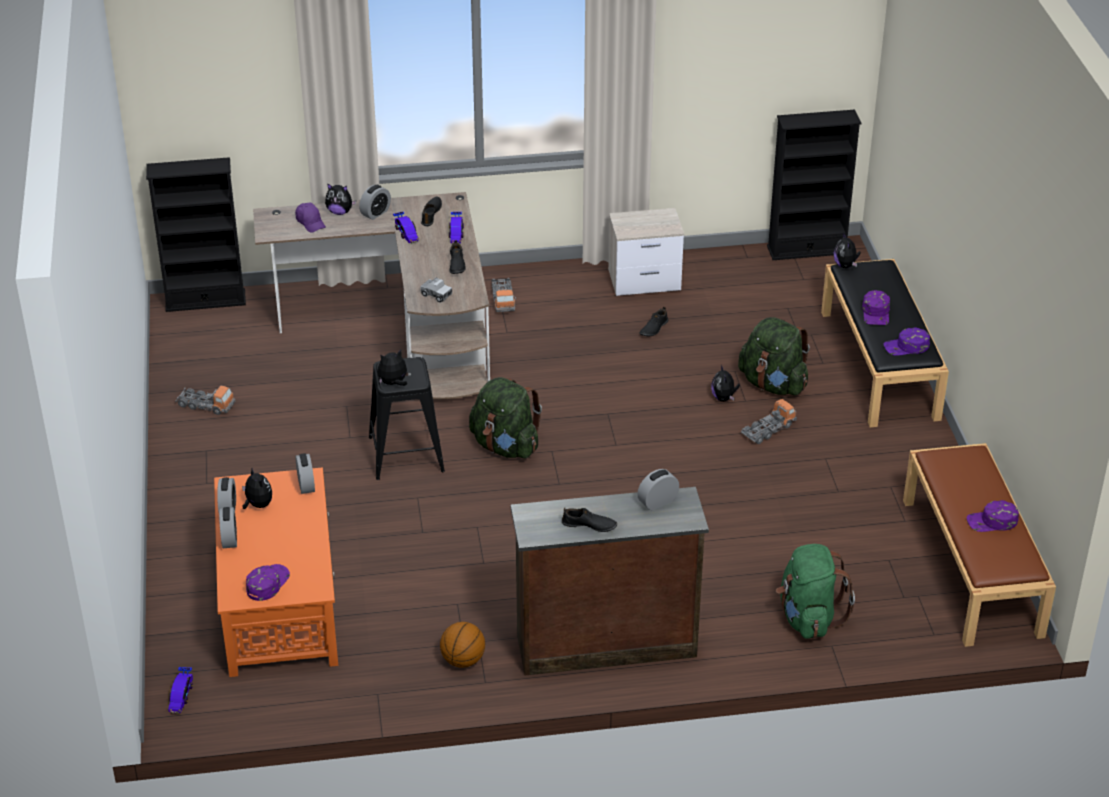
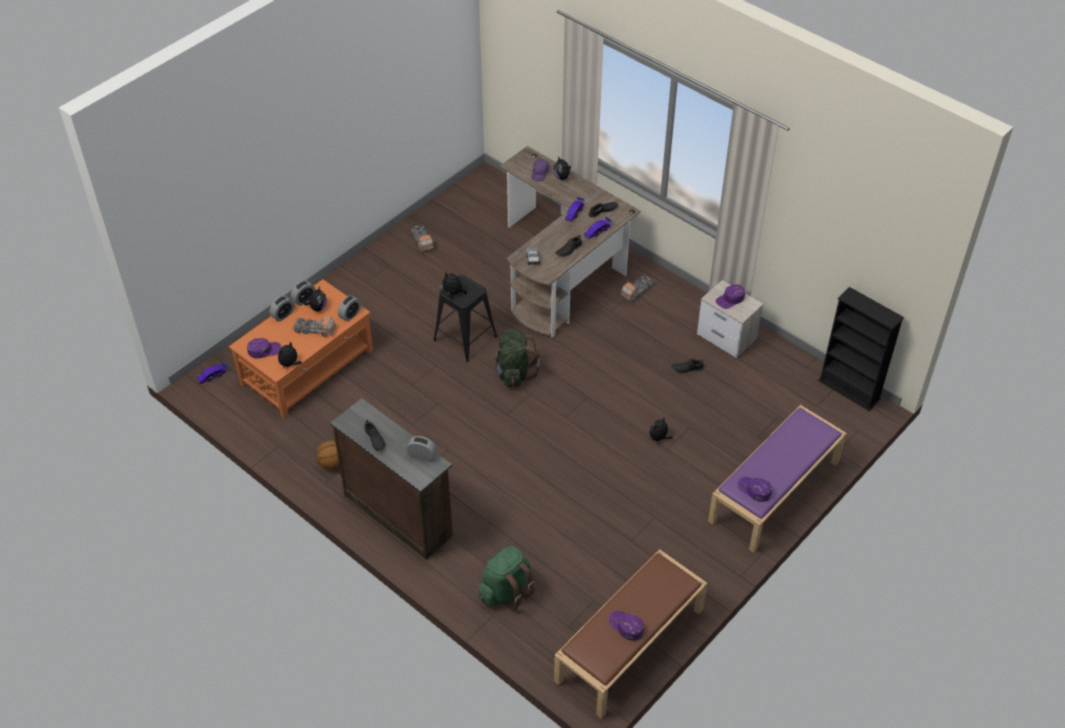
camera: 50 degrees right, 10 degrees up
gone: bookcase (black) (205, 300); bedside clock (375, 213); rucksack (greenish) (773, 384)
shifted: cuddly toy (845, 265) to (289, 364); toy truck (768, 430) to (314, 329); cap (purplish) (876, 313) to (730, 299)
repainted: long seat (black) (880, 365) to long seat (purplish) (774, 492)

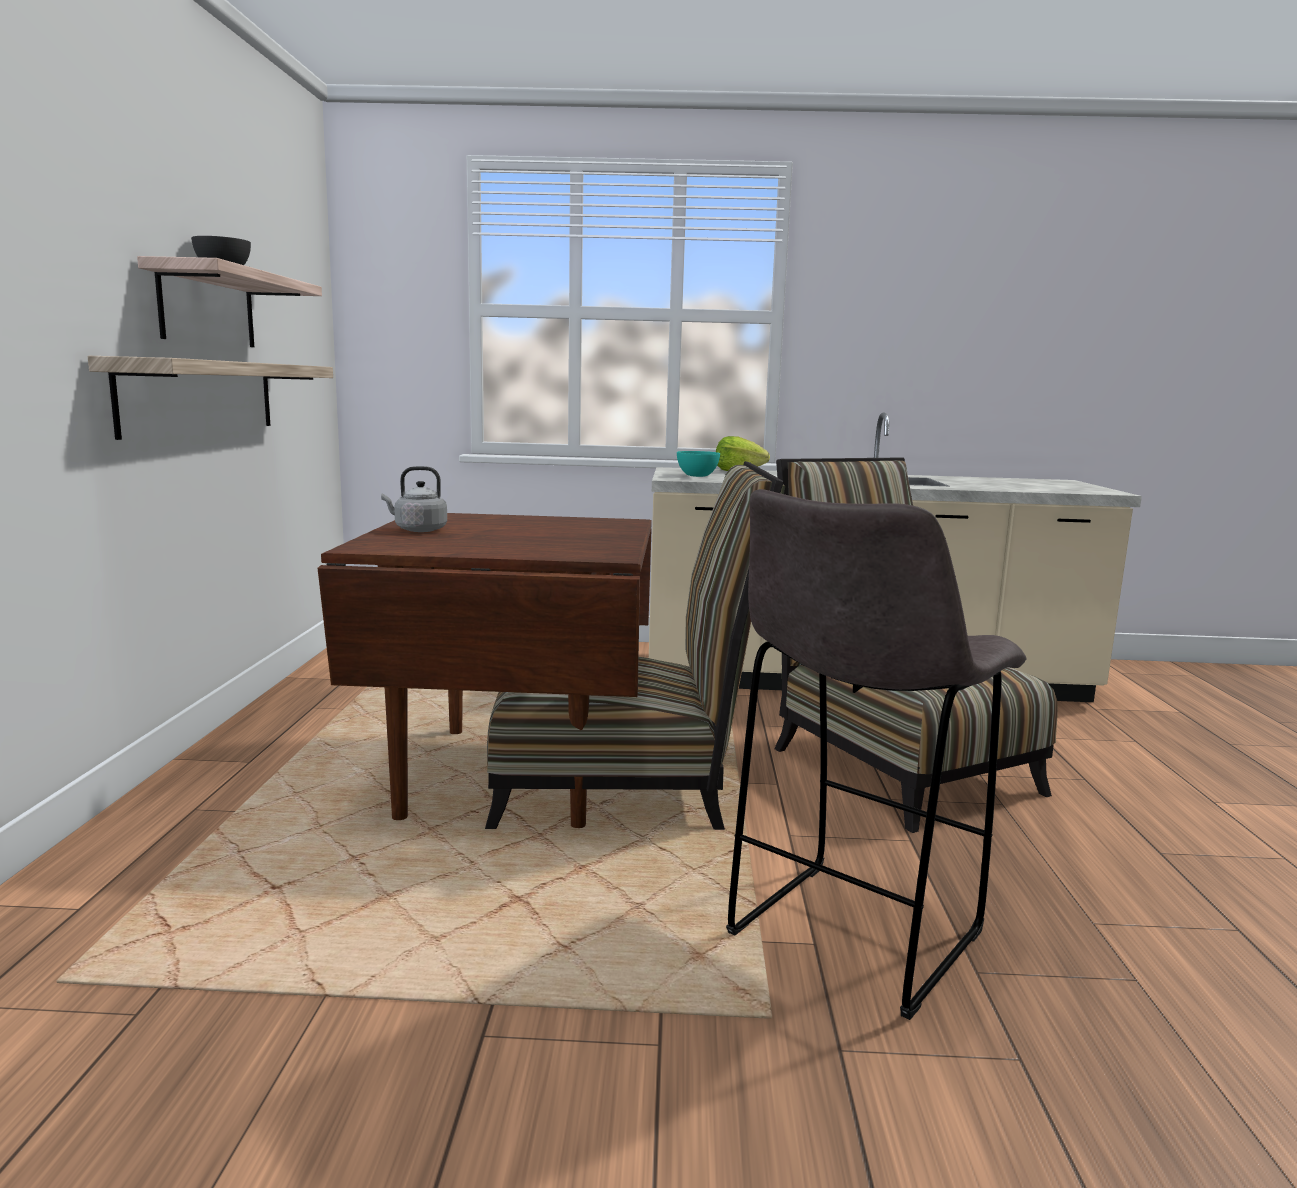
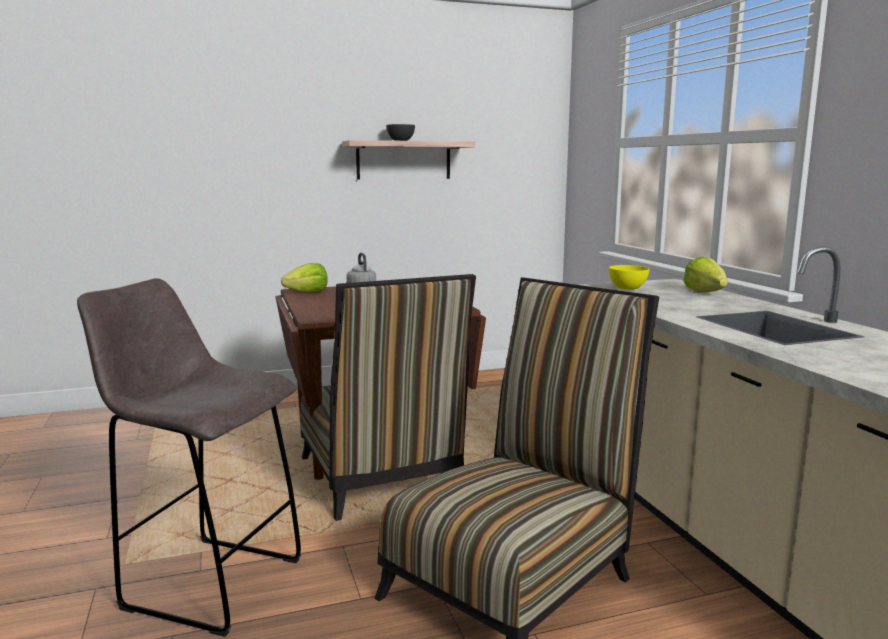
camera: 70 degrees right, 0 degrees up
gone: bracket shelf (201, 396)
new: head of lettuce (308, 293)
repainted: bowl (turquoise-coloured) (697, 476) to bowl (yellow-coloured) (627, 288)

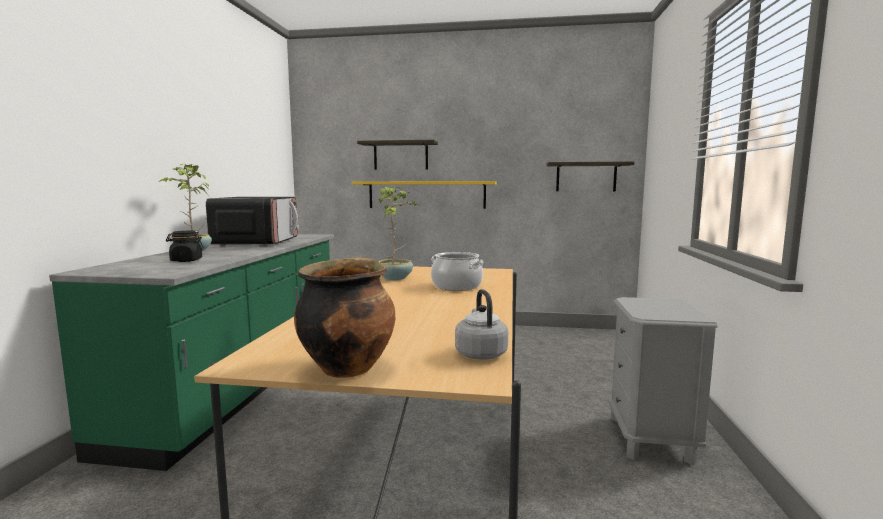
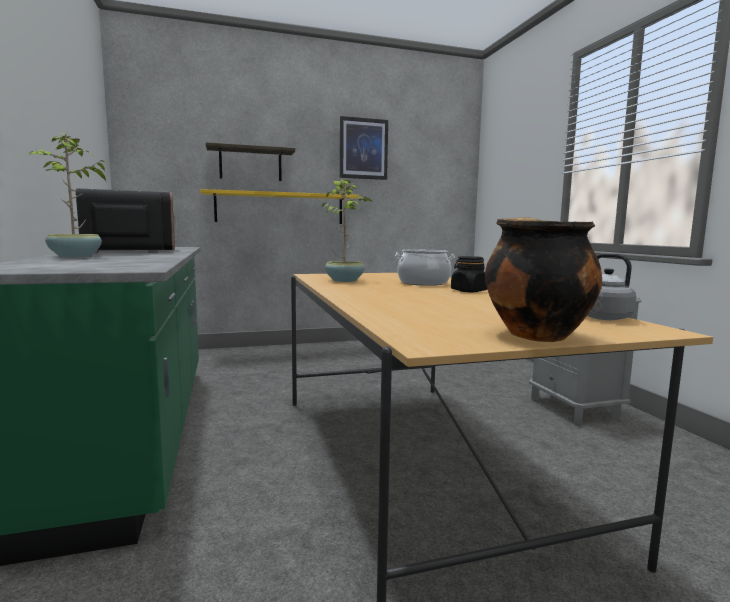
camera: 25 degrees left, 0 degrees up
gone: bracket shelf (586, 177)
new: wall art (363, 149)
shifted: preserve jar (black) (186, 260) to (468, 291)

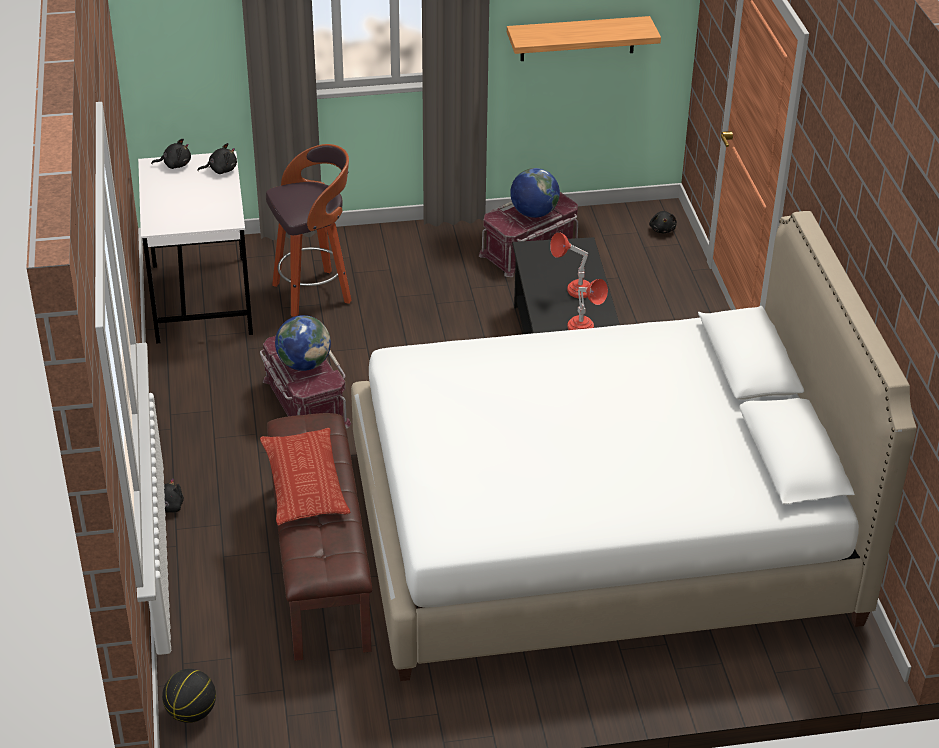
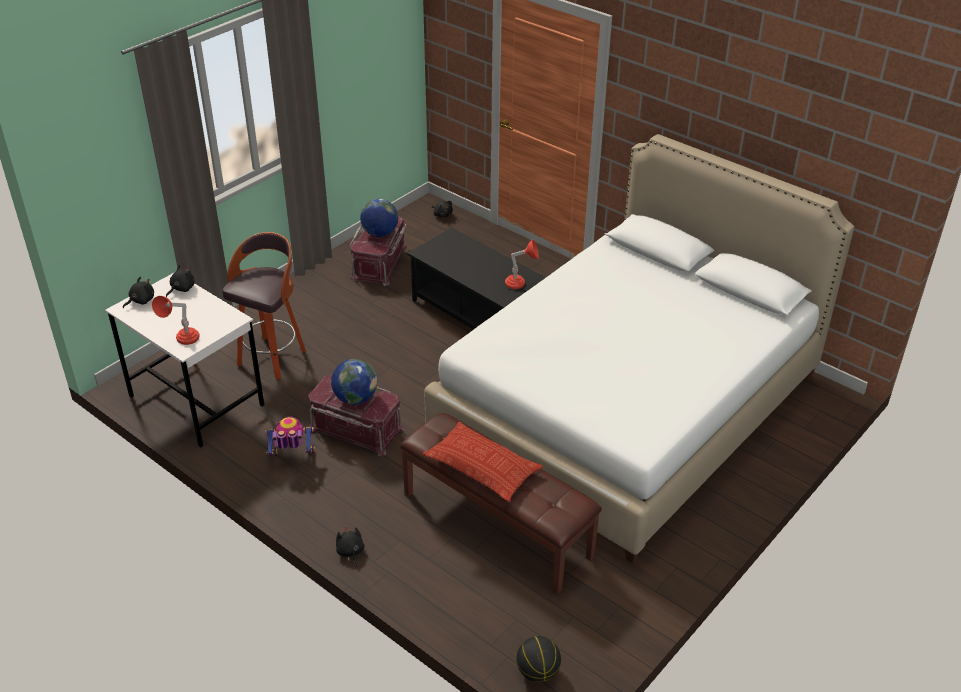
camera: 40 degrees left, 0 degrees up
gone: bracket shelf (577, 38)
new: robot figure (292, 457)
shifted: tabletop lamp (reddish) (572, 292) to (182, 341)

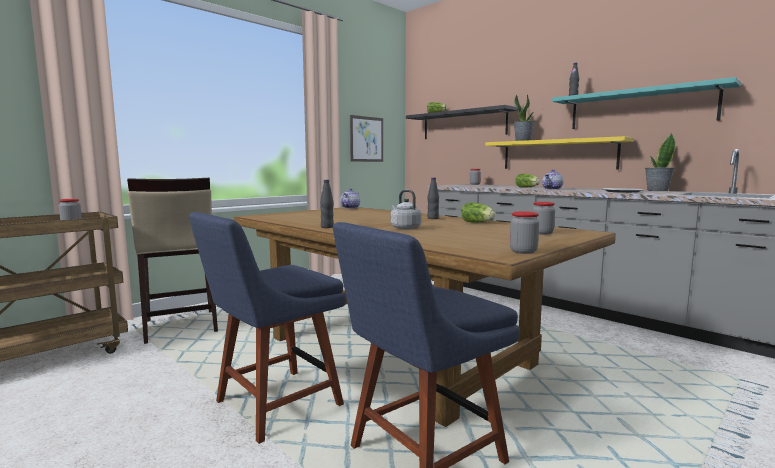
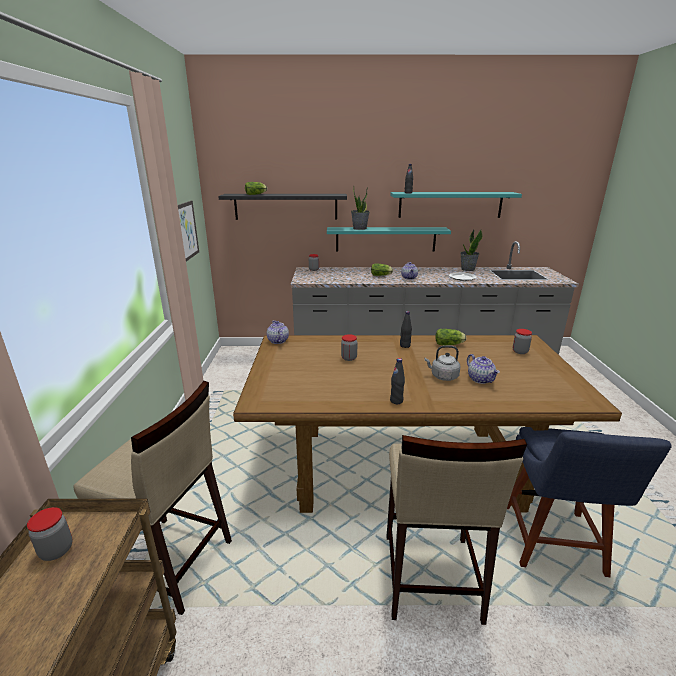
camera: 45 degrees left, 15 degrees up
new: pot for tea (481, 379)
shifted: preserve jar (523, 251) to (349, 358)
swapped: chair (blue) (273, 405) to sitting stool (beige-coloured) (430, 577)
repainted: bracket shelf (yellow-coloured) (557, 154) to bracket shelf (turquoise-coloured) (385, 239)

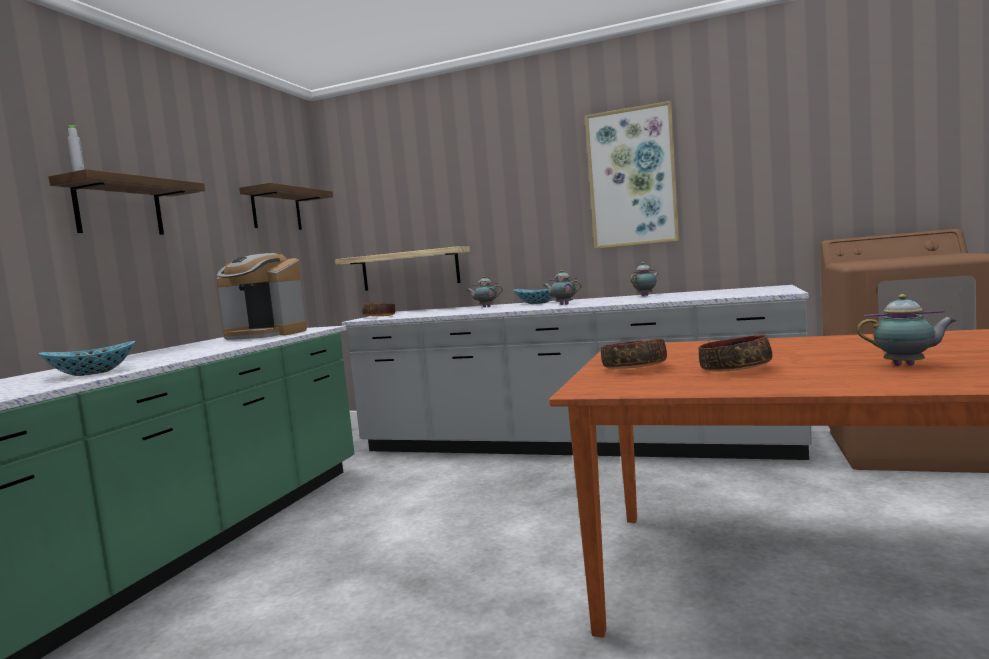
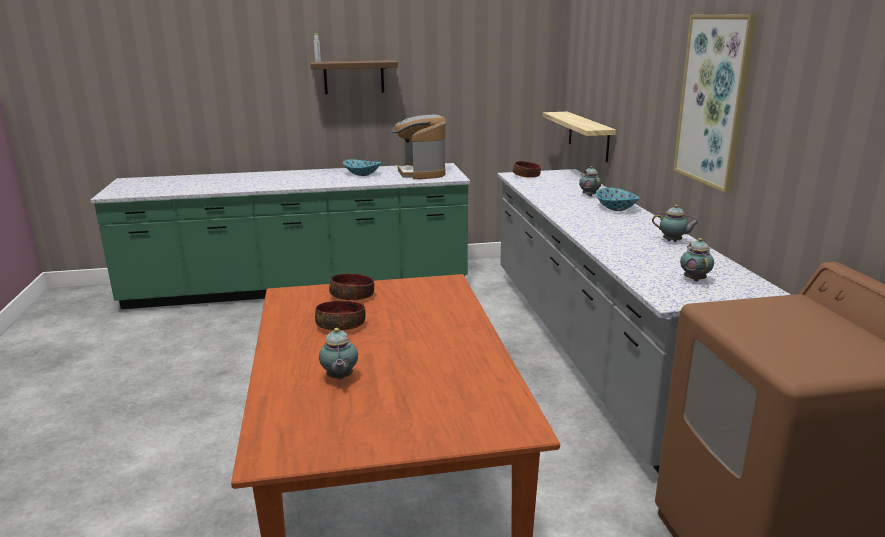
camera: 60 degrees right, 15 degrees up
gone: bracket shelf (276, 210)
shifted: bowl (92, 373) to (362, 174); pot for tea (563, 304) to (694, 279)

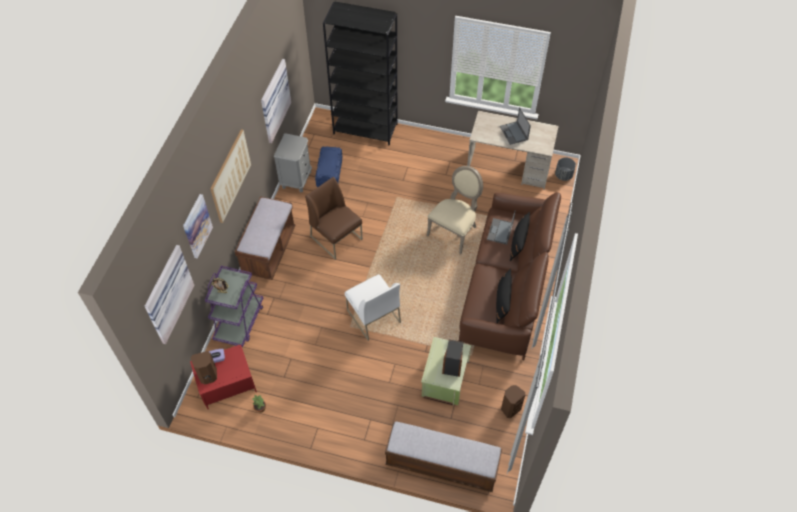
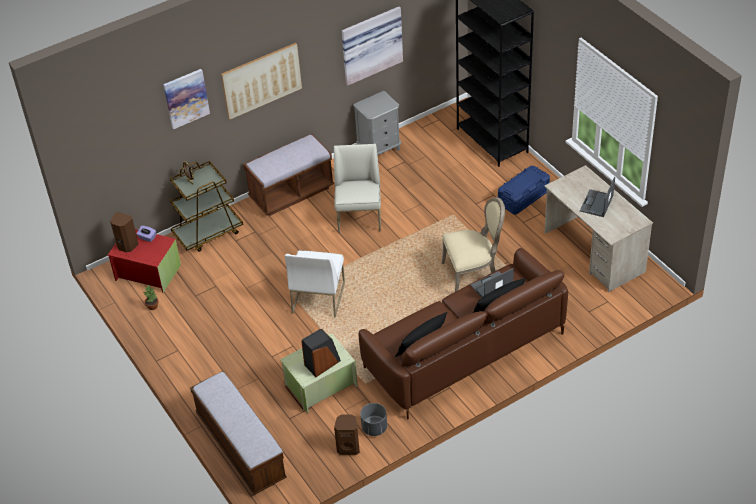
camera: 45 degrees right, 10 degrees down
gone: wall art (166, 294)
shifted: planter (greyish) (563, 175) to (374, 428); storage container (blue) (329, 173) to (523, 197)
repainted: cart (purplish) (239, 321) to cart (brown) (208, 233); chair (brown) (337, 238) to chair (white) (360, 216)

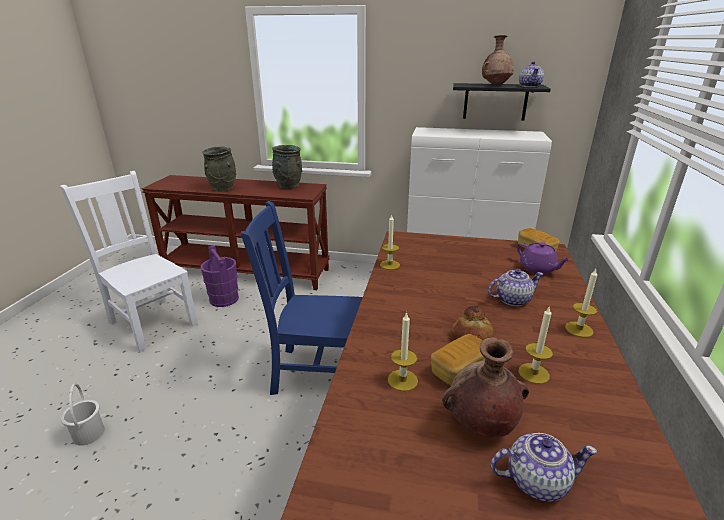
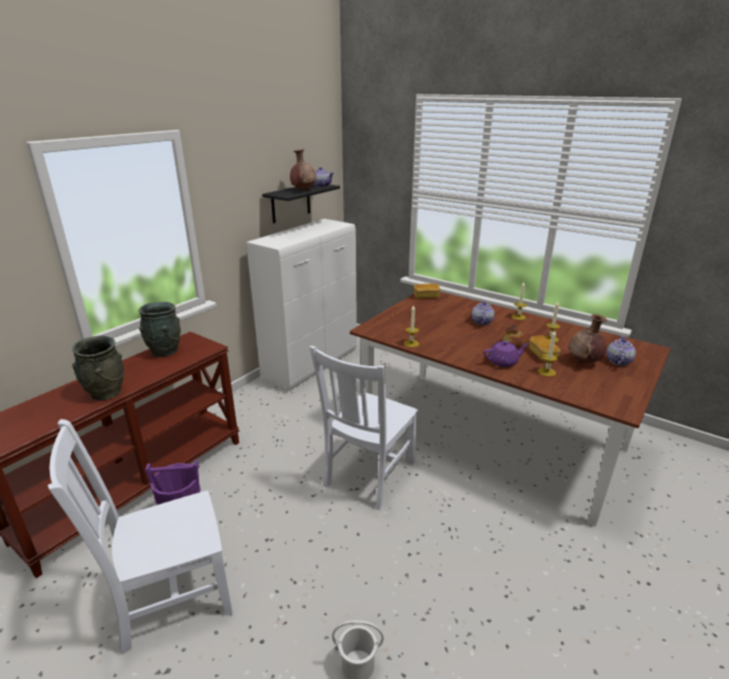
camera: 65 degrees left, 0 degrees up
shifted: pot for tea (purplish) (538, 269) to (503, 362)
repainted: chair (blue) (315, 372) to chair (white) (368, 475)

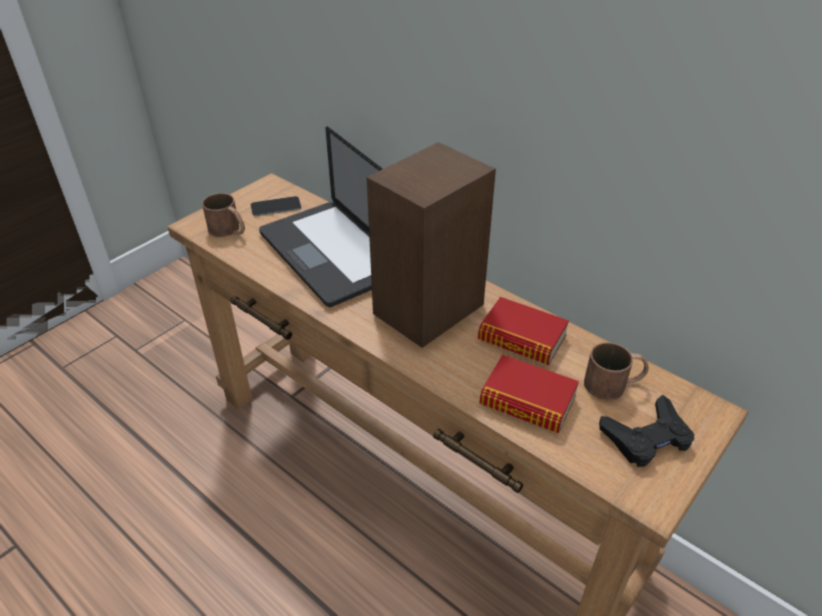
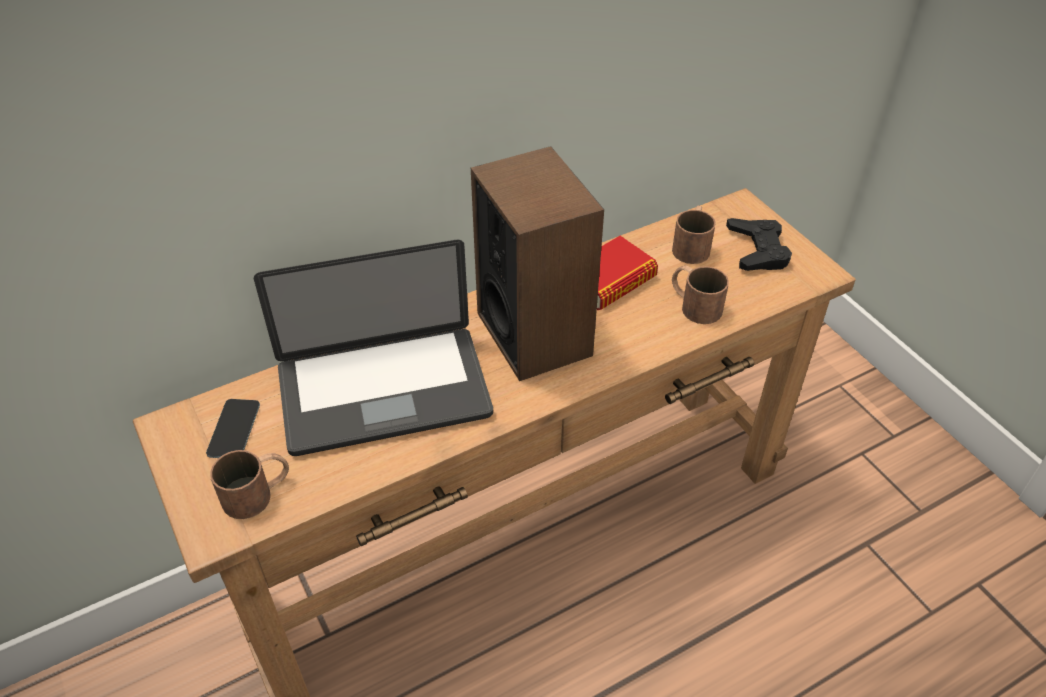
camera: 70 degrees left, 5 degrees up
swapped: bound book (527, 401) to tea mug (brown) (694, 304)

